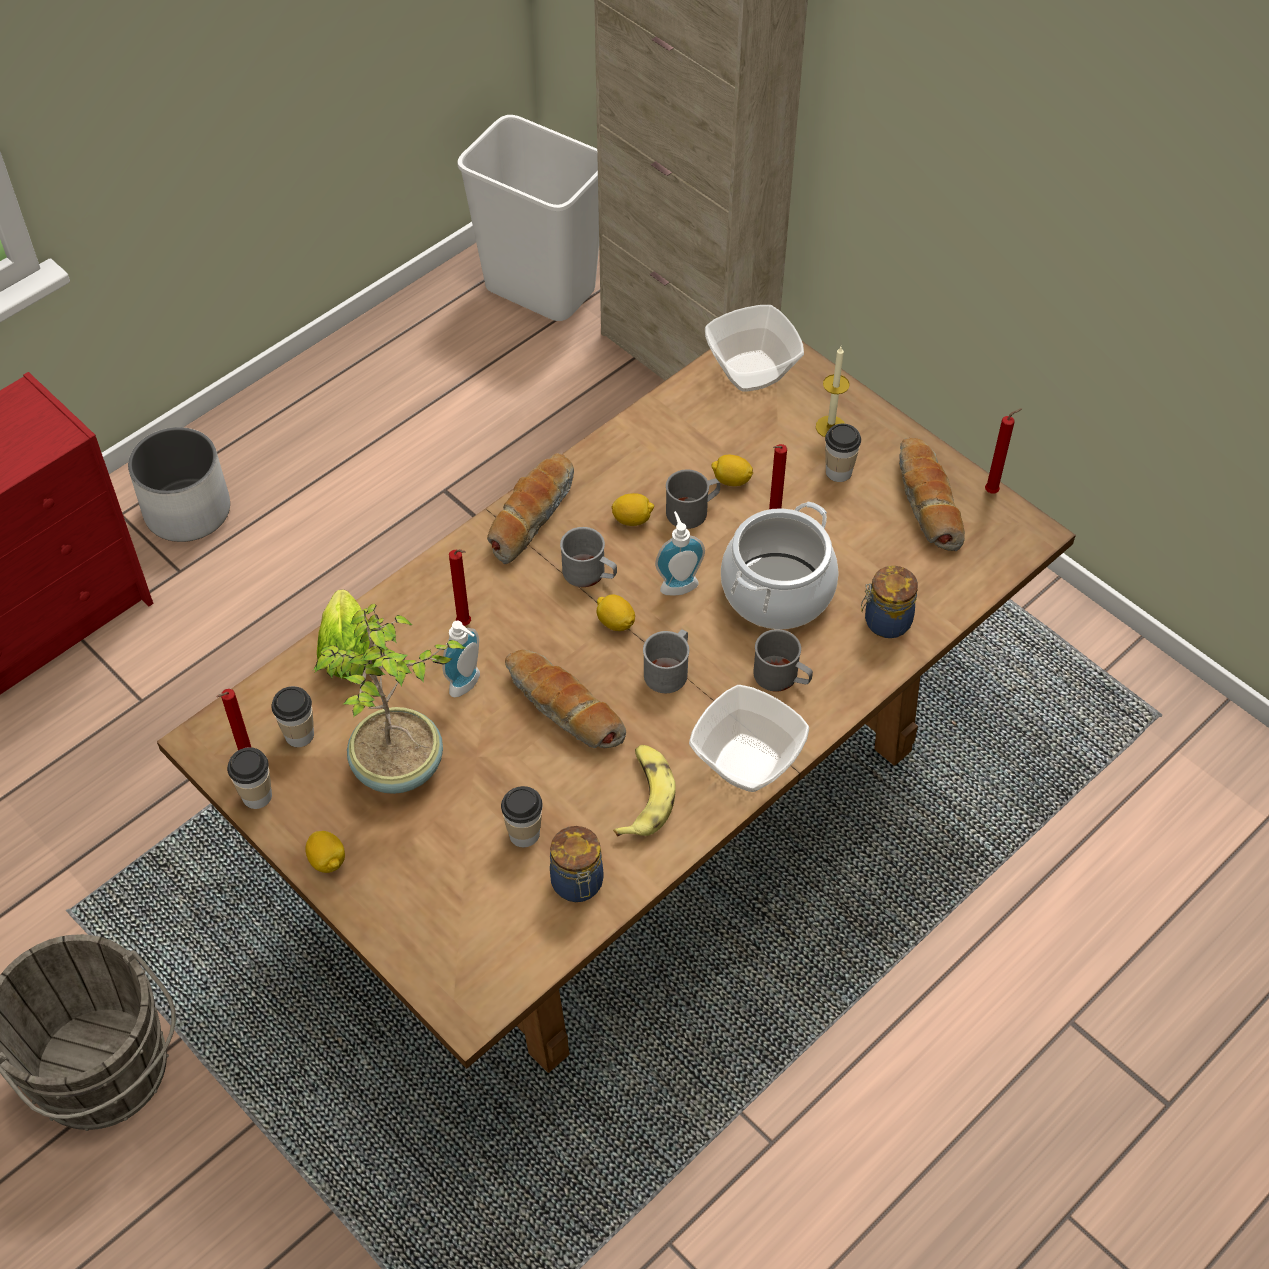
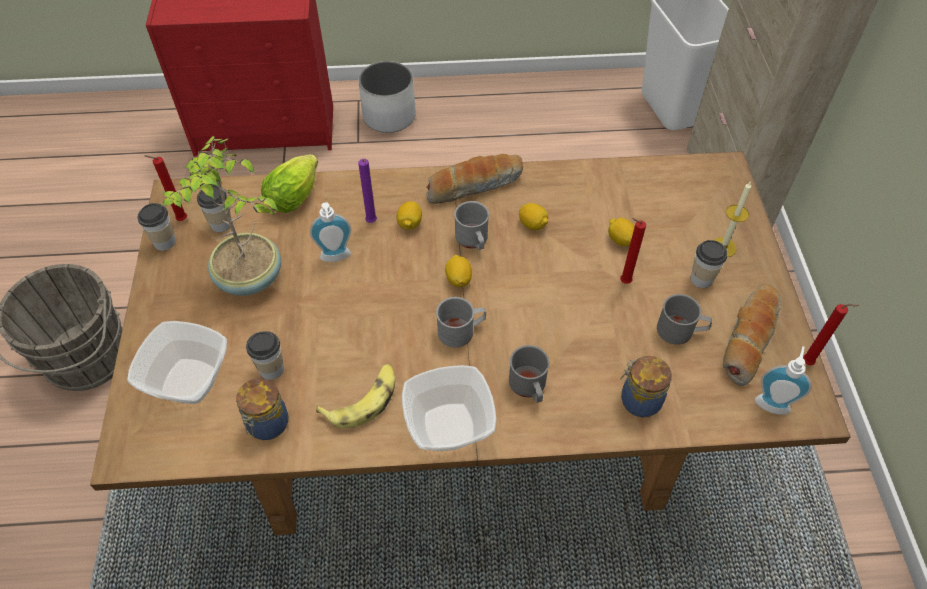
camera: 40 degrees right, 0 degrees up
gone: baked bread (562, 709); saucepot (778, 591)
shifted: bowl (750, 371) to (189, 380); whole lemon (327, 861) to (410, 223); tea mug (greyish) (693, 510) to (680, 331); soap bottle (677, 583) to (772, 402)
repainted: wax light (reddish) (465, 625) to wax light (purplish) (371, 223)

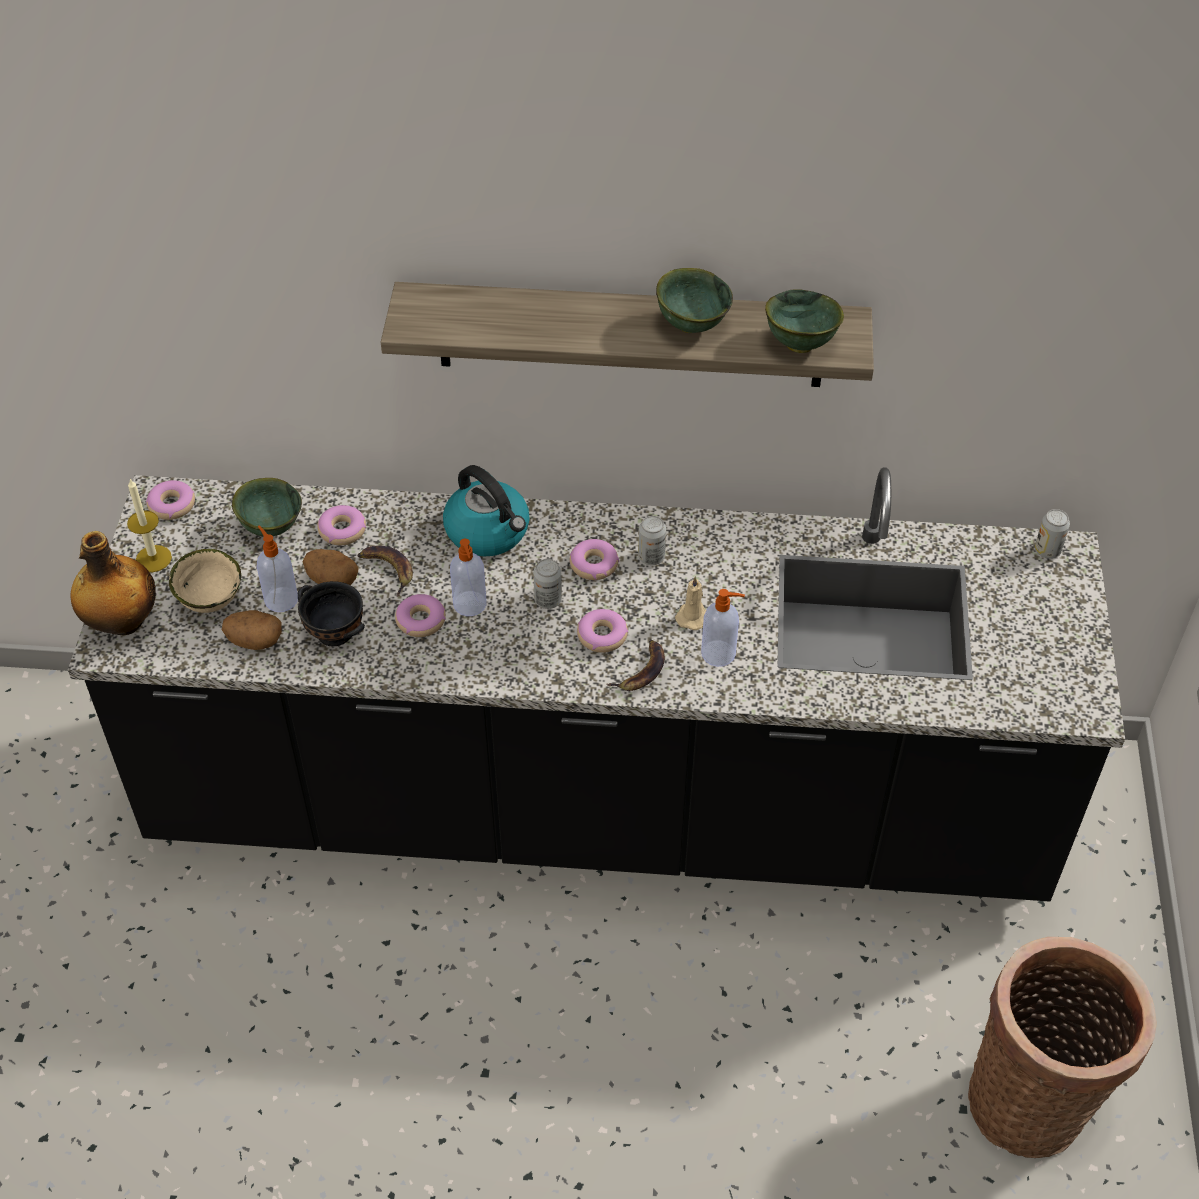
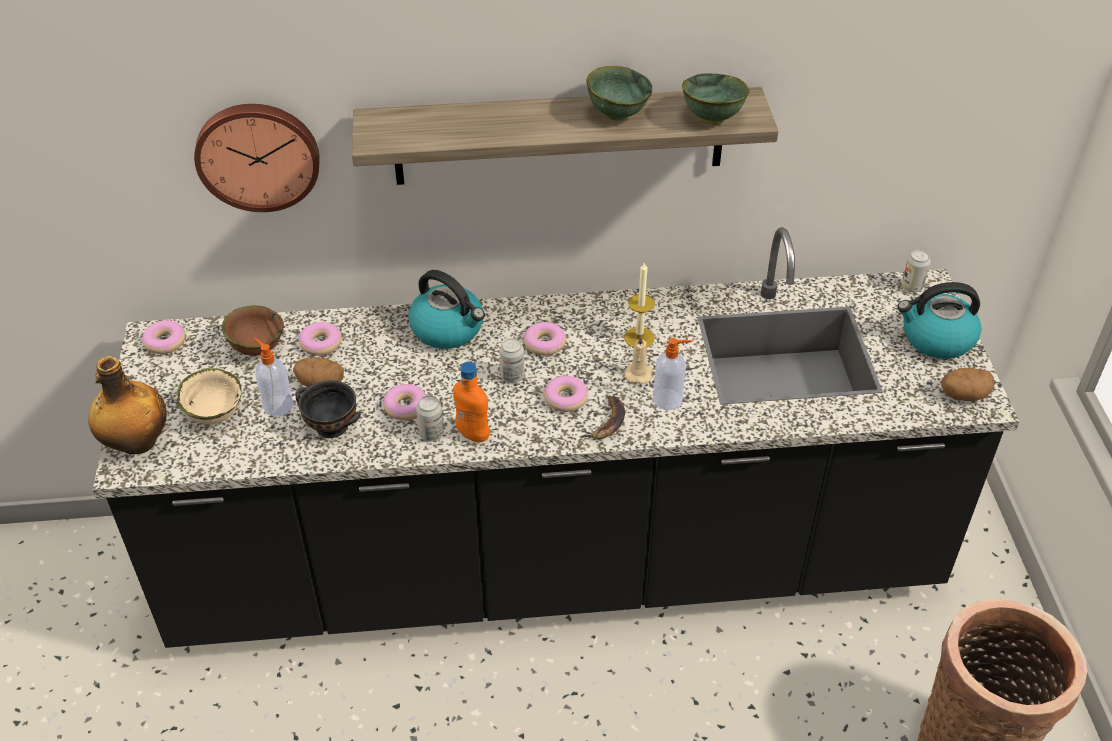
camera: 10 degrees left, 5 degrees down
gone: whole banana (387, 569); soap bottle (470, 605)
new: clock on the wall (258, 155); drink bottle (orange-coloured) (473, 434); kettle (936, 338)
shifted: can (651, 557) to (431, 434); wax light (153, 558) to (639, 338); whole potato (254, 641) to (963, 395)
repainted: bowl (greenish) (270, 526) to bowl (brown) (257, 348)

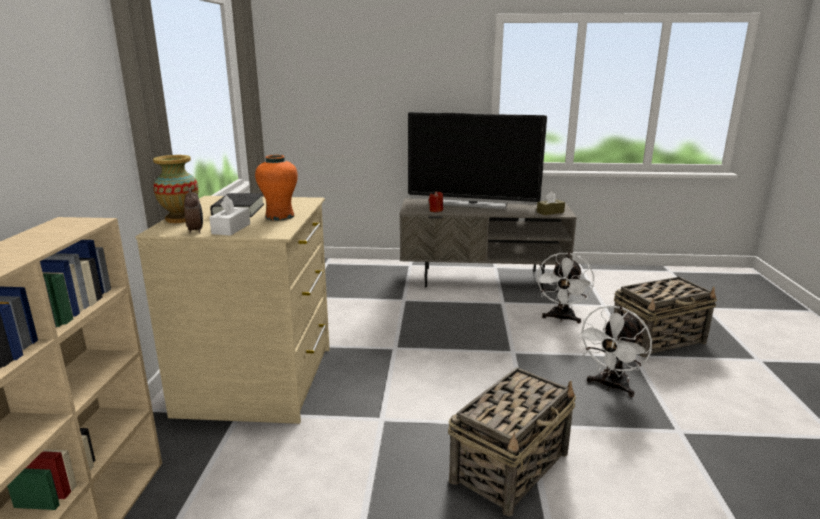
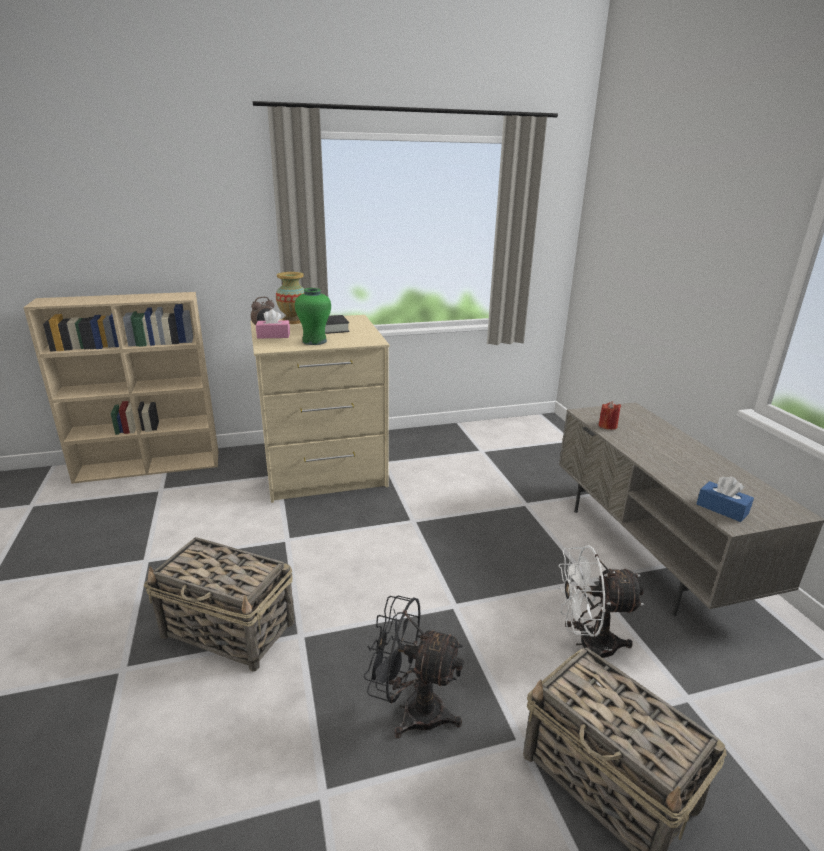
camera: 70 degrees right, 5 degrees up
gone: television (473, 204)
repainted: tissue holder (white) (231, 229) to tissue holder (pink-coloured) (273, 335); decorative vase (orange-coloured) (279, 216) to decorative vase (greenish) (314, 341); cooling fan (white) (610, 386) to cooling fan (black) (412, 710); tissue holder (brown) (550, 212) to tissue holder (blue) (722, 509)

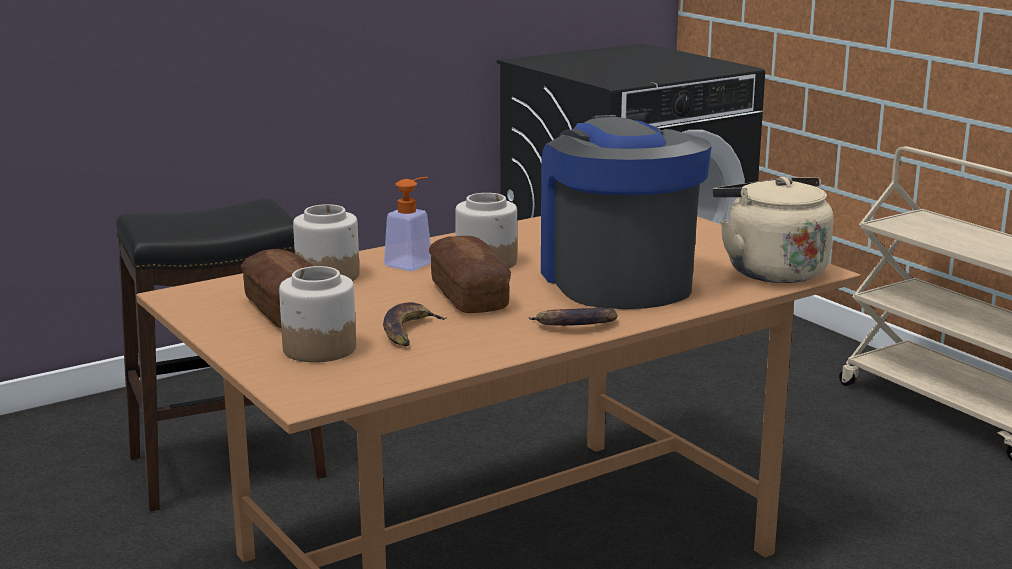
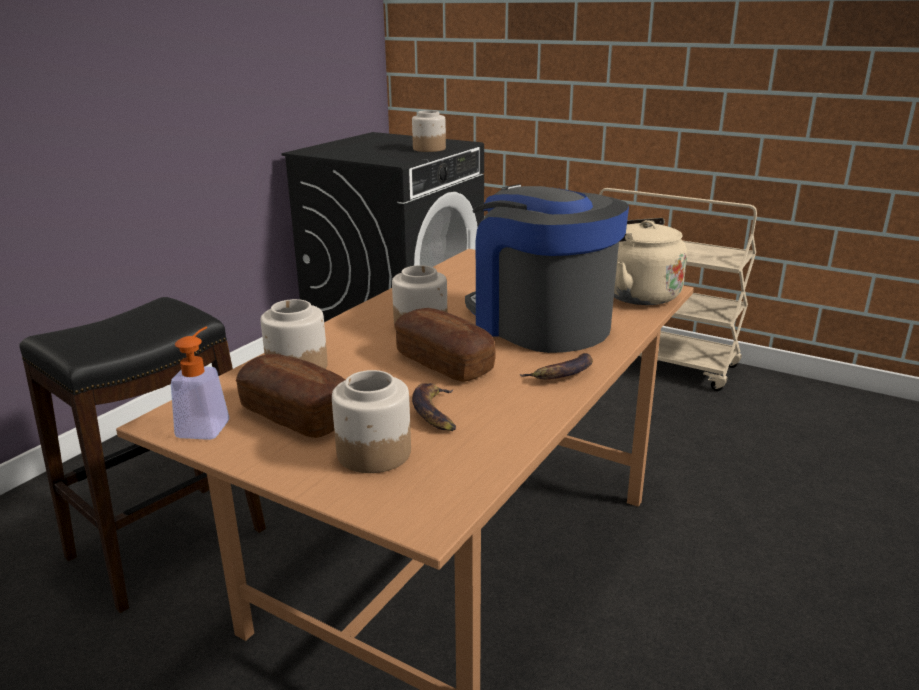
camera: 25 degrees left, 5 degrees up
new: preserve jar (429, 149)
shifted: soap bottle (413, 262) to (207, 424)

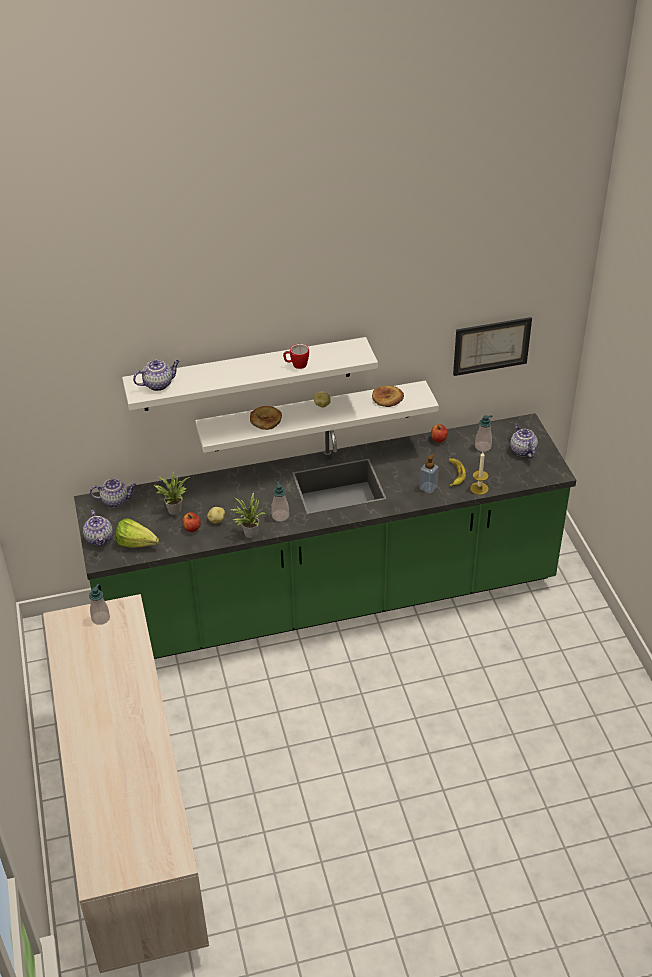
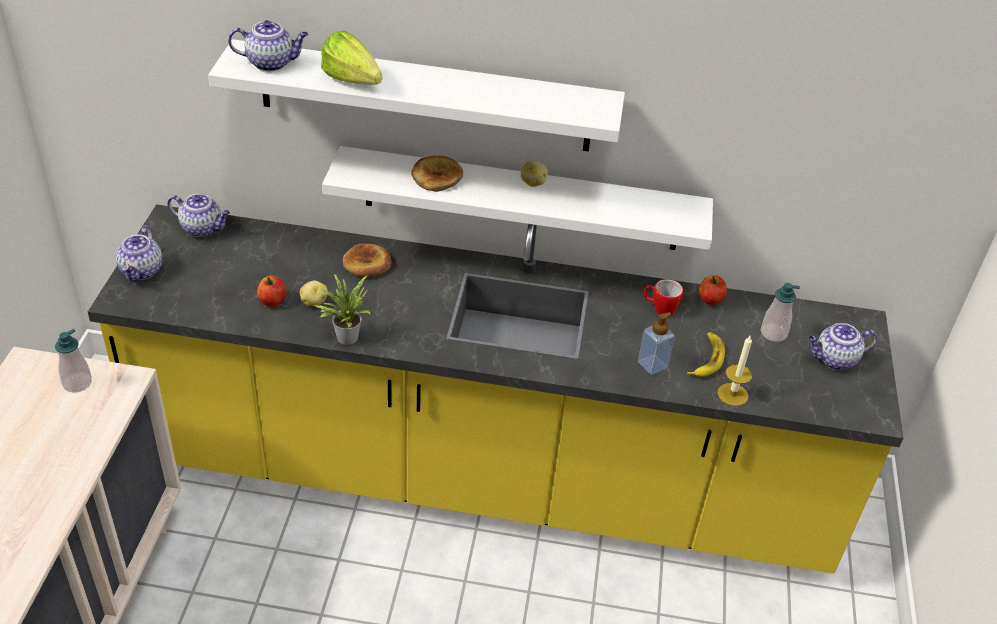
camera: 20 degrees right, 0 degrees up
gone: plant in a pot (173, 509); soap bottle (280, 516); wall art (491, 346)
shifted: head of lettuce (139, 545) to (355, 83); baked bread (387, 398) to (367, 263); tea mug (296, 365) to (659, 308)
repainted: counter (greenish) (327, 600) to counter (yellow-coloured) (485, 479)
rotated: pot for tea (522, 450) = (834, 360) 105 degrees counterclockwise

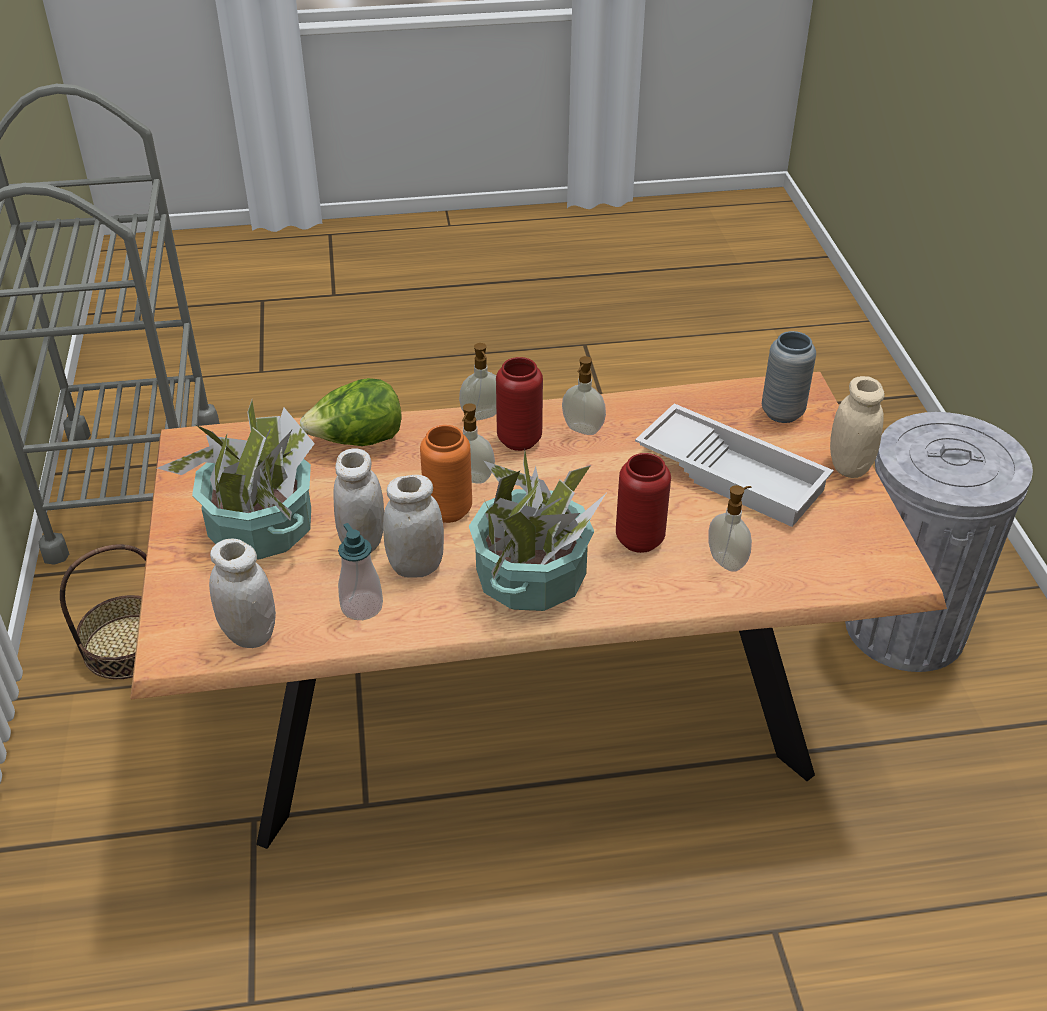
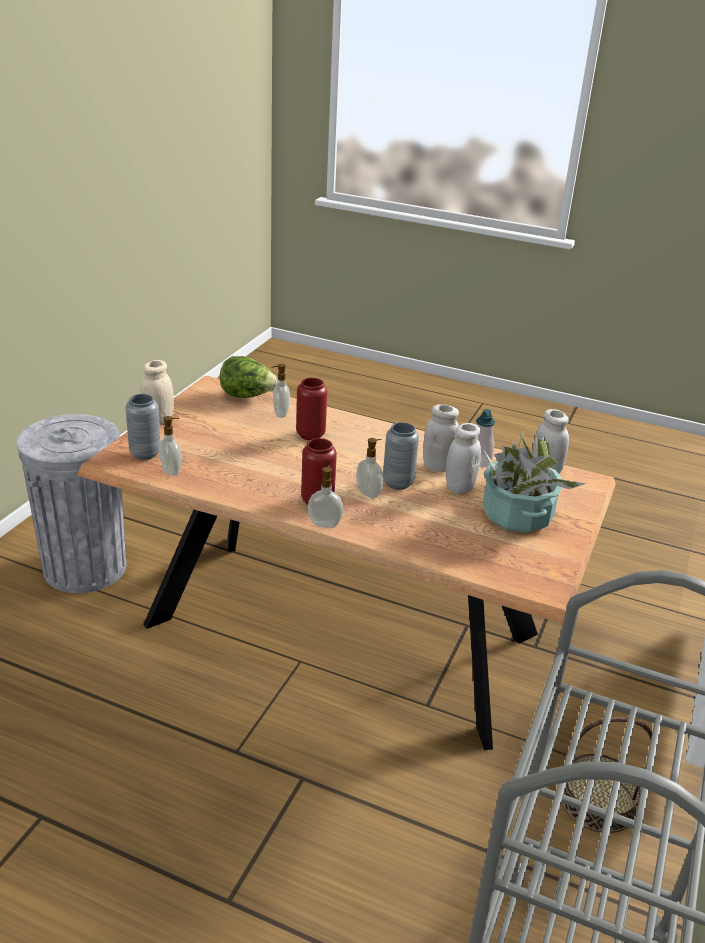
camera: 150 degrees left, 10 degrees down
gone: plant in a pot (531, 578); serving tray (white) (733, 473)
shifted: soap bottle (582, 430) to (172, 471); head of lettuce (357, 442) to (248, 396)
repainted: decorative vase (orange-coloured) (448, 510) to decorative vase (greyish) (398, 483)

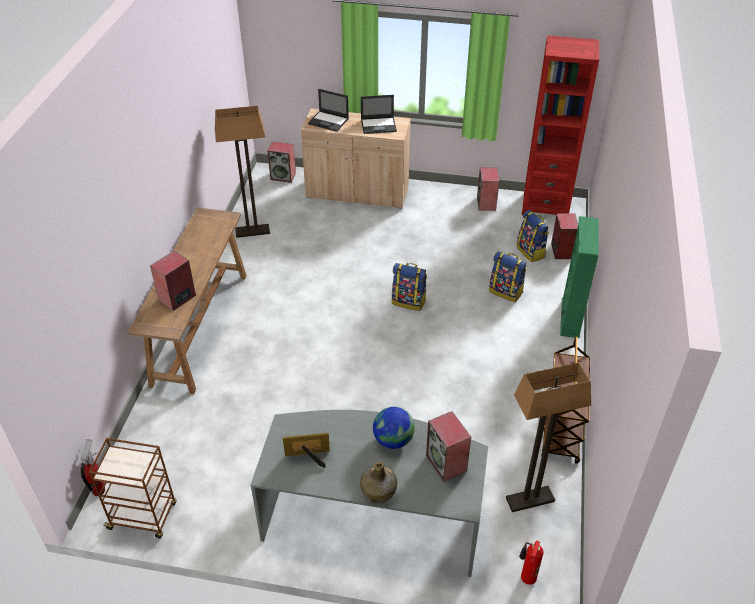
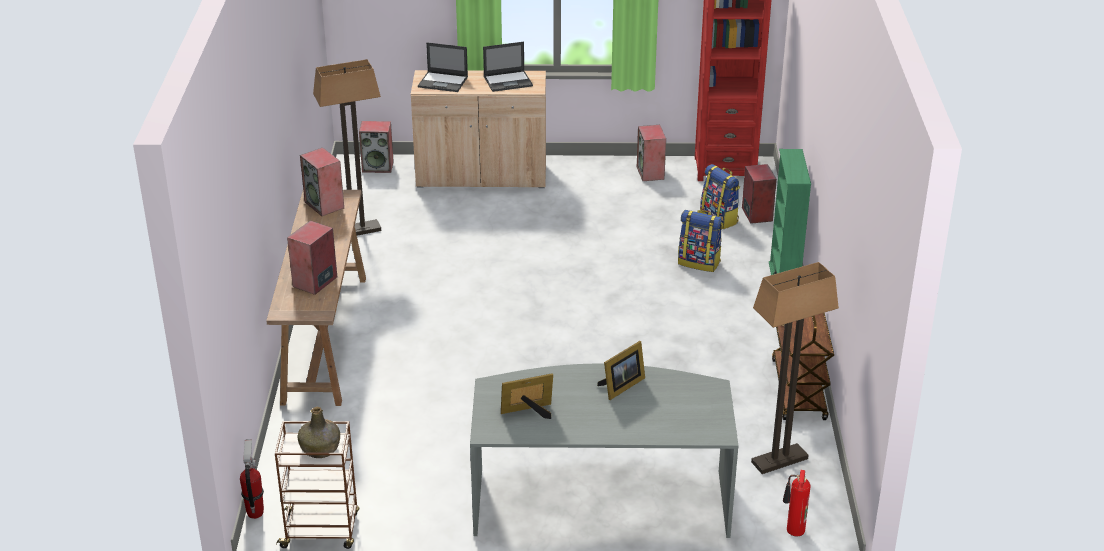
camera: 10 degrees left, 10 degrees down
gone: rucksack (409, 301)
shifted: drink bottle (greenish) (379, 491) to (320, 448); speaker (447, 463) to (325, 205)
swapped: globe (393, 440) to picture frame (621, 386)

